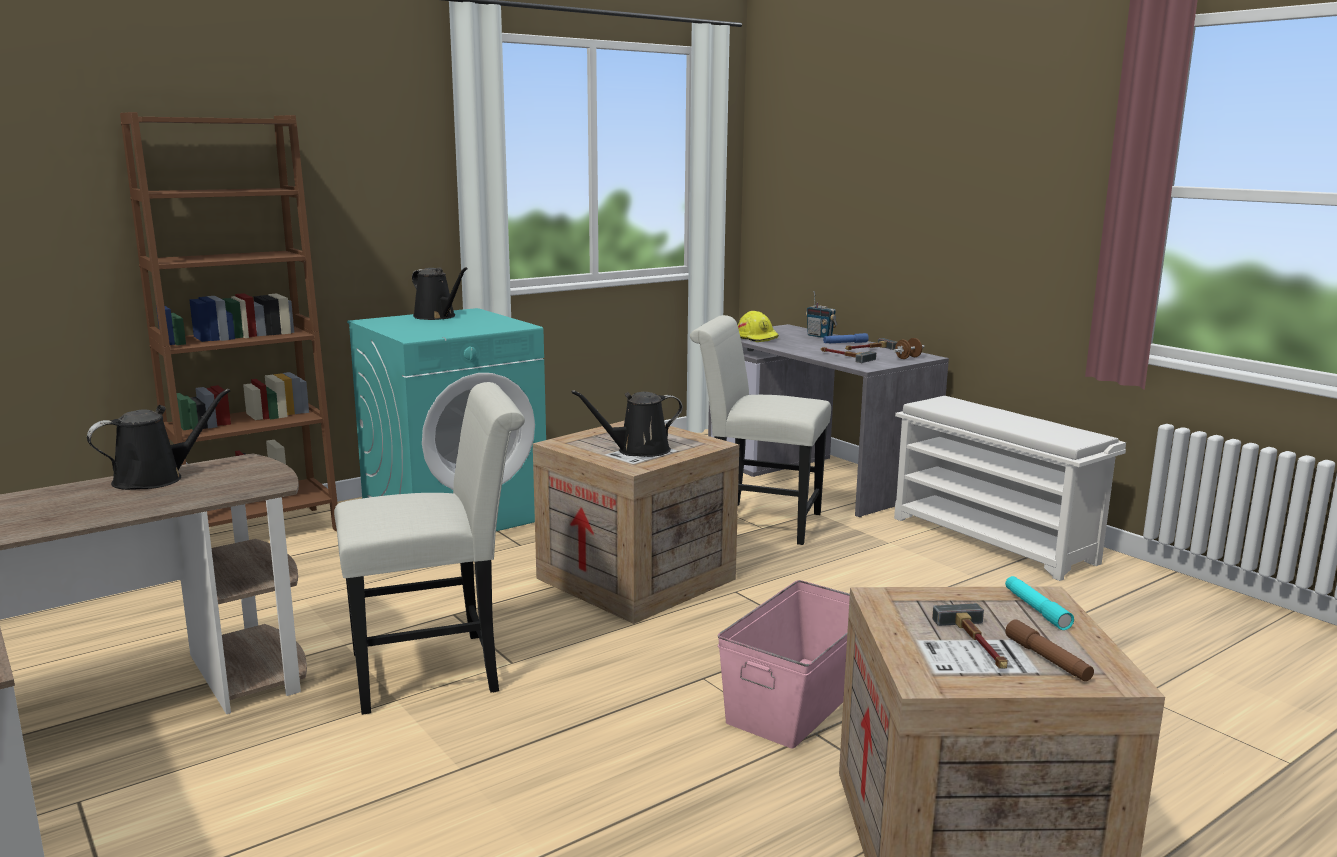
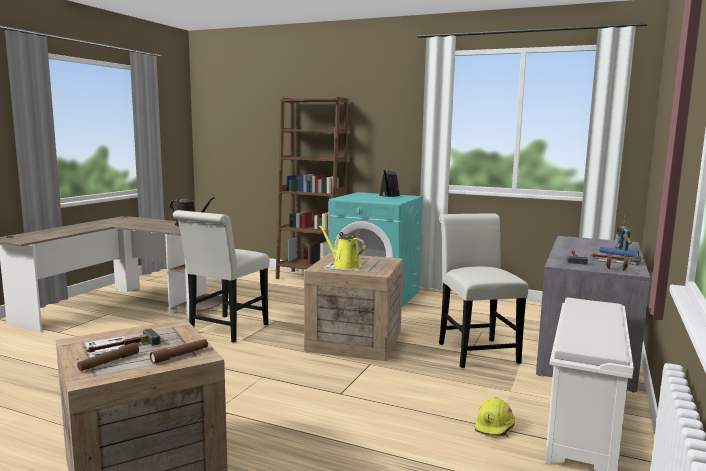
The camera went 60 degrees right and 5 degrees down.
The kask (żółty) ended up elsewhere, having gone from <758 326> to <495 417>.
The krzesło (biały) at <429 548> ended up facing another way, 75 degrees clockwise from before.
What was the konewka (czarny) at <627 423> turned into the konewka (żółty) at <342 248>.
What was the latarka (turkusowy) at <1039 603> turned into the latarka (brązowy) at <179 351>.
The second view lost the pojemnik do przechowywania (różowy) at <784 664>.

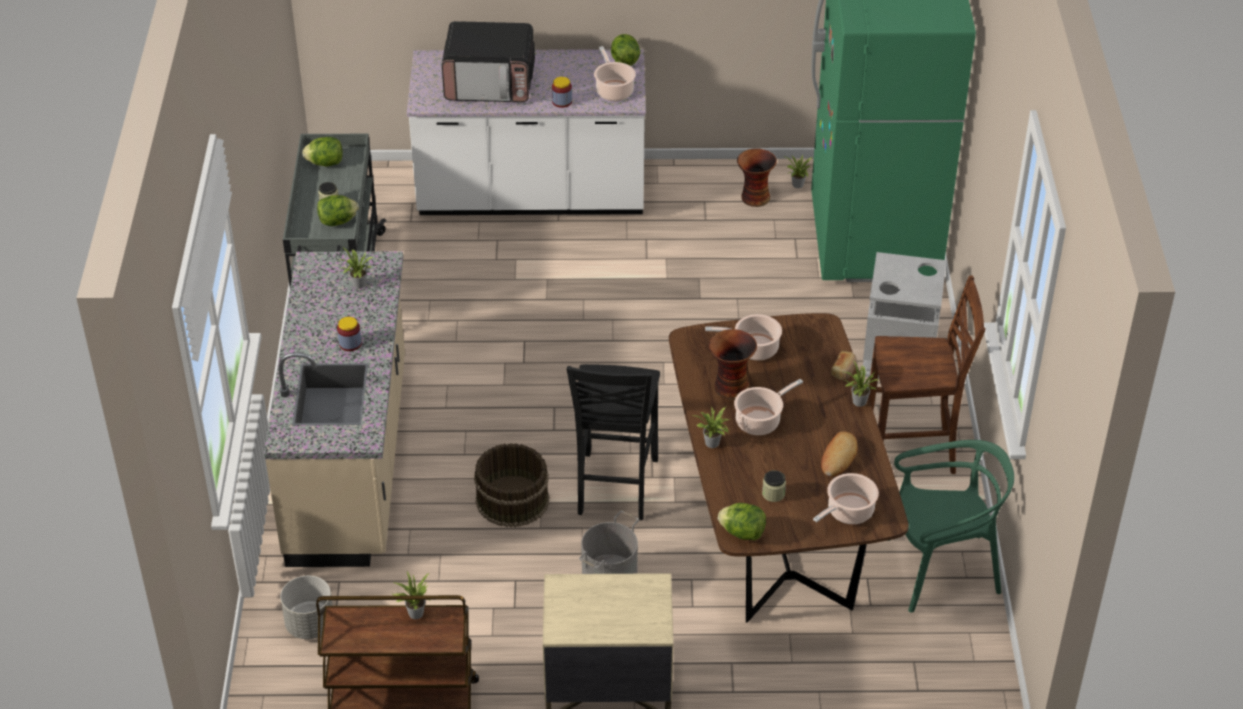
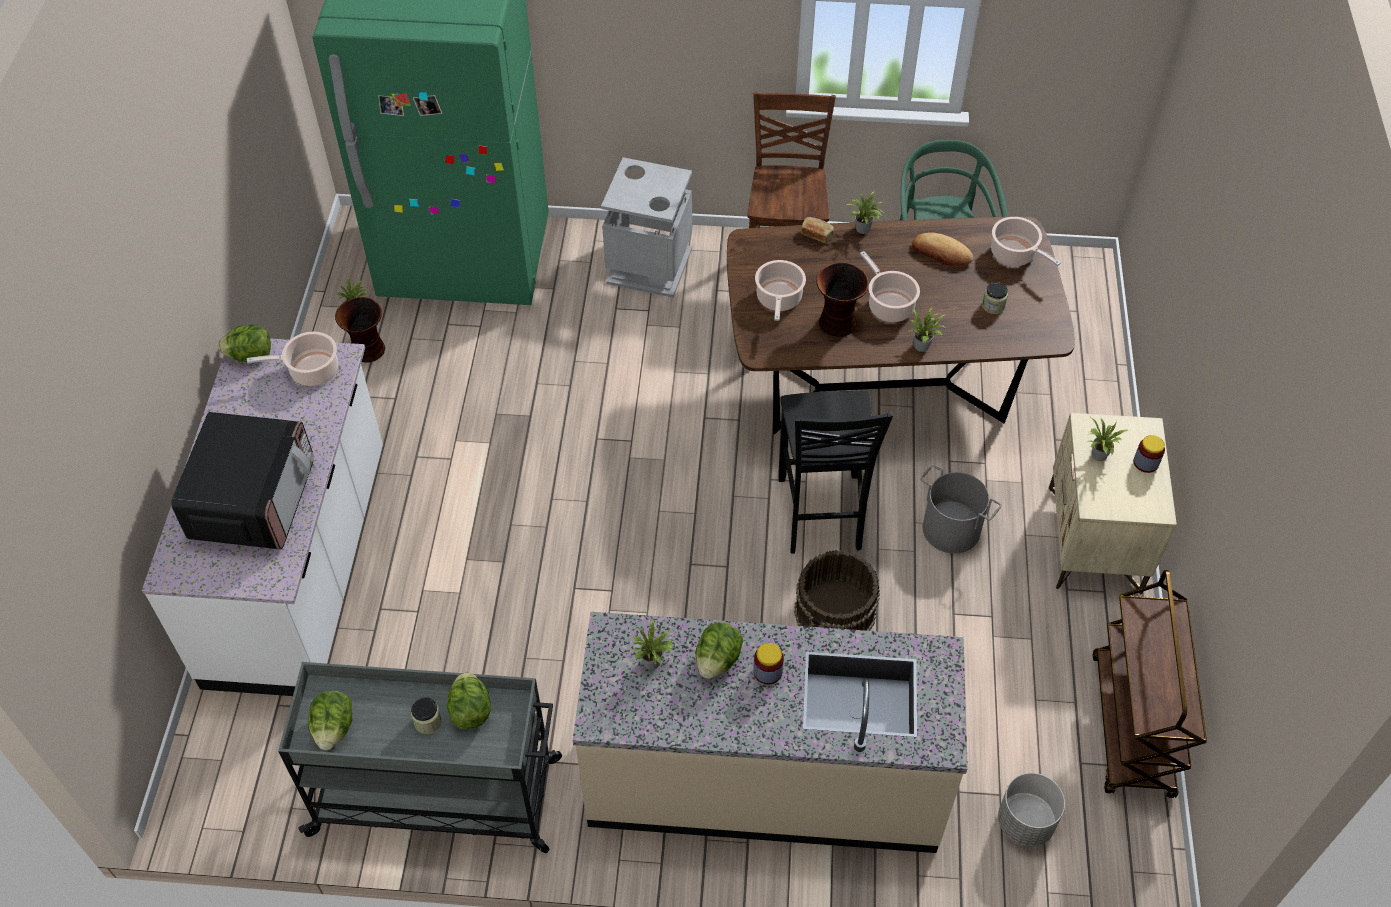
The camera went 85 degrees left and 10 degrees up.
The słoik ended up elsewhere, having gone from <562 92> to <1149 454>.
The krzesło (czarny) at <613 442> ended up facing another way, 75 degrees clockwise from before.
The sałata ended up elsewhere, having gone from <742 521> to <720 650>.
The roślina doniczkowa ended up elsewhere, having gone from <410 595> to <1107 438>.

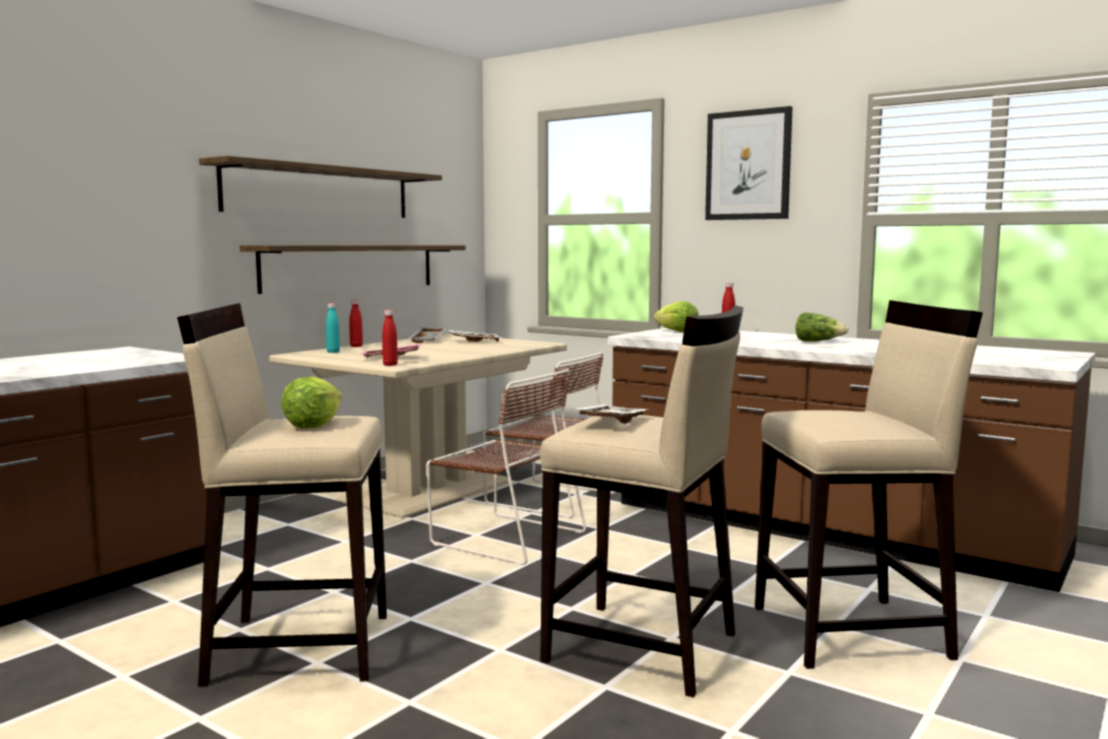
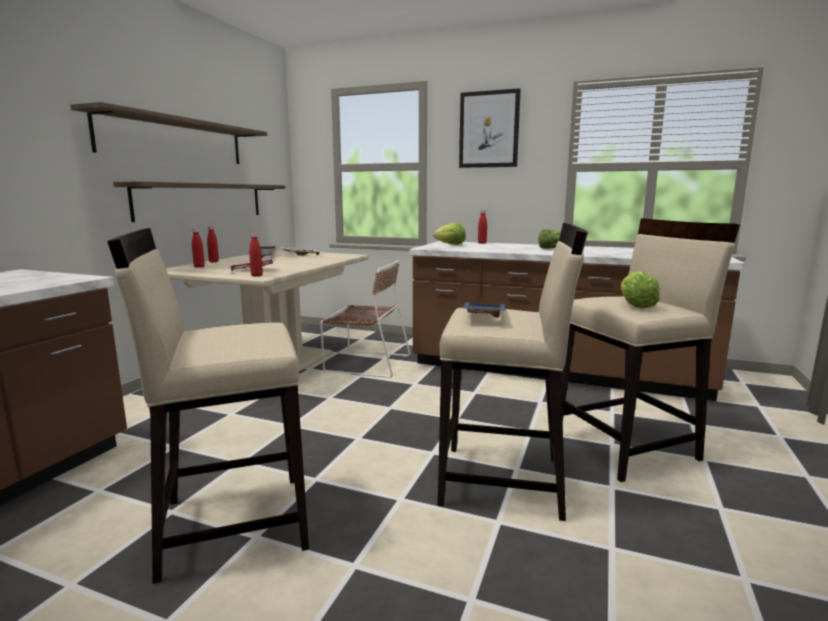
The camera went 15 degrees left and 5 degrees up.
What was the butelka (turkusowy) at <333 328> turned into the butelka (czerwony) at <198 248>.
The second view lost the krzesło (brązowy) at <506 467>.
The sałata ended up elsewhere, having gone from <311 402> to <640 289>.
What was the taca (biały) at <610 414> turned into the taca (niebieski) at <484 310>.

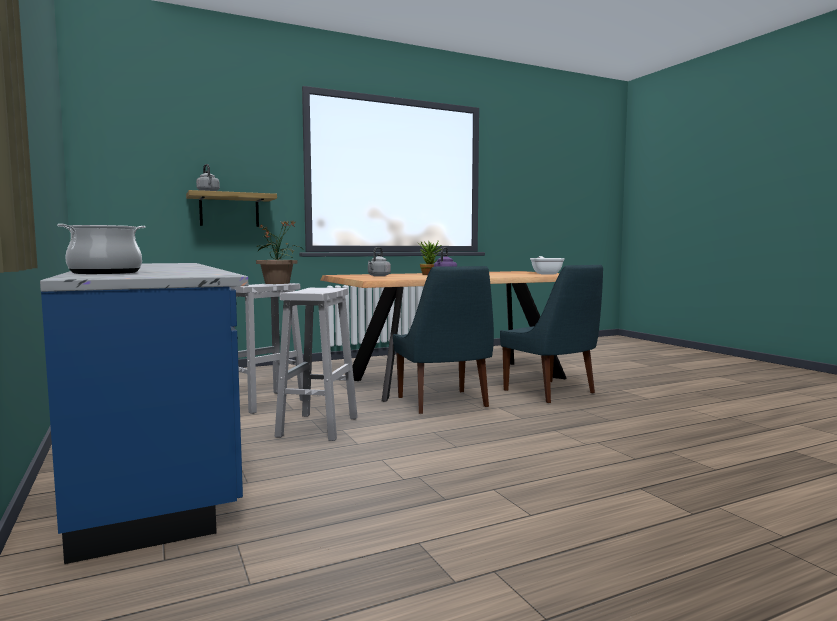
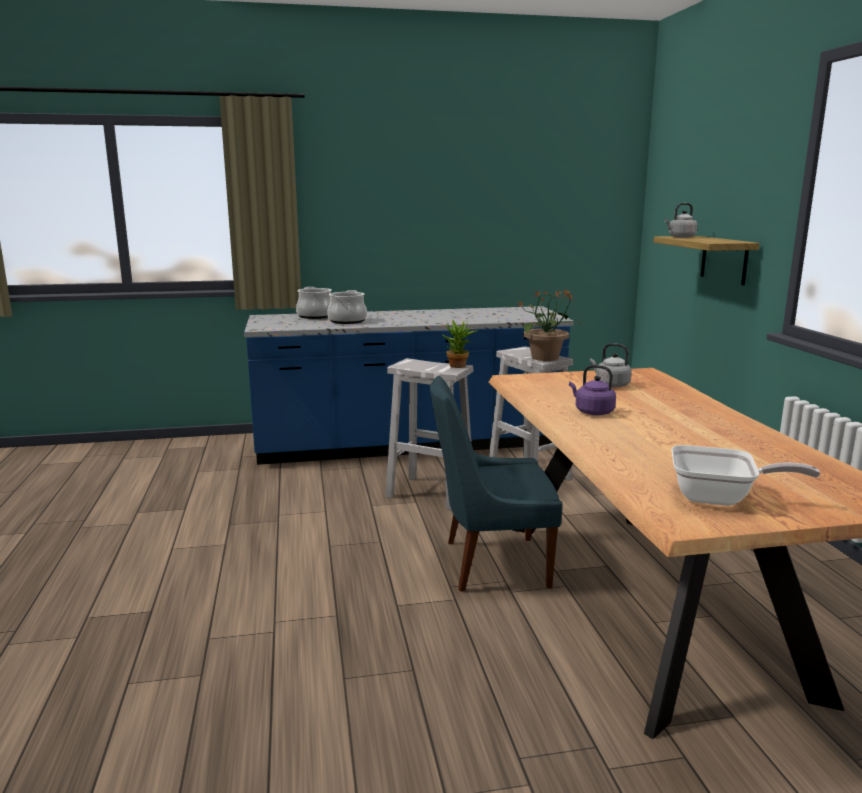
The camera went 105 degrees right and 10 degrees up.
The roślina doniczkowa ended up elsewhere, having gone from <430 258> to <460 343>.
The second view lost the krzesło (niebieski) at <551 334>.
The second view gained the garnek at <347 307>.

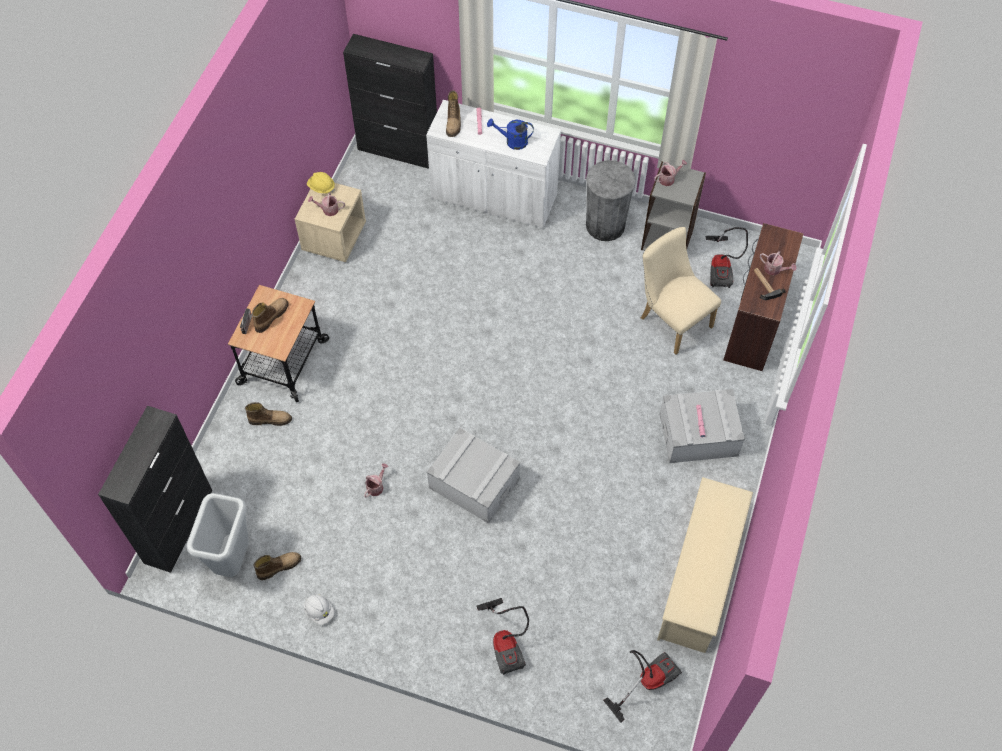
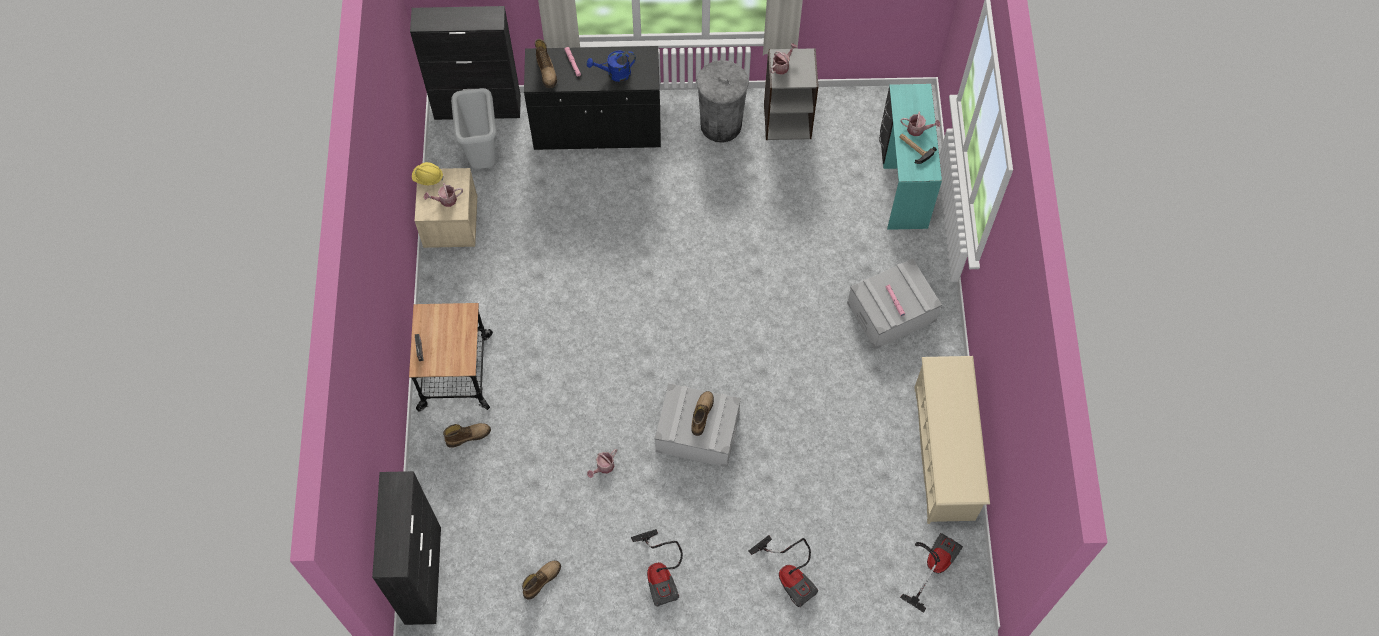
The camera went 20 degrees left and 5 degrees up.
What was the szafka (biały) at <493 164> turned into the szafka (czarny) at <592 98>.
What was the biurko (brązowy) at <763 297> turned into the biurko (turkusowy) at <910 157>.
The second view lost the krzesło (beżowy) at <681 291>.
The odkurzacz ended up elsewhere, having gone from <726 257> to <657 568>.
The but z cholewką ended up elsewhere, having gone from <270 315> to <702 413>.
The konewka at <376 481> ended up facing another way, 150 degrees counterclockwise from before.
The kosz na śmieci (szary) ended up elsewhere, having gone from <218 535> to <473 128>.
The second view lost the kask (biały) at <319 609>.

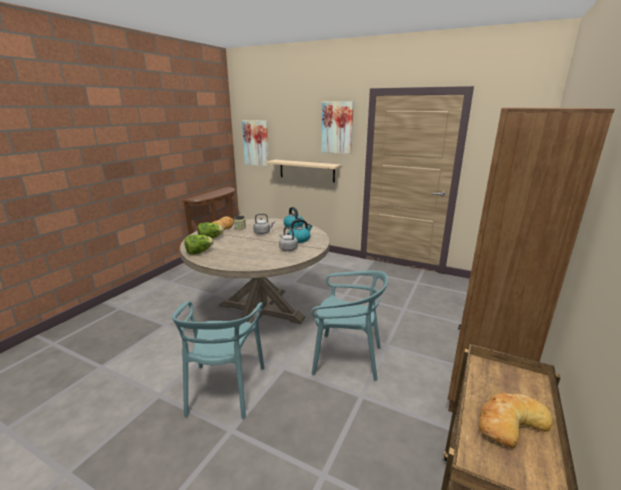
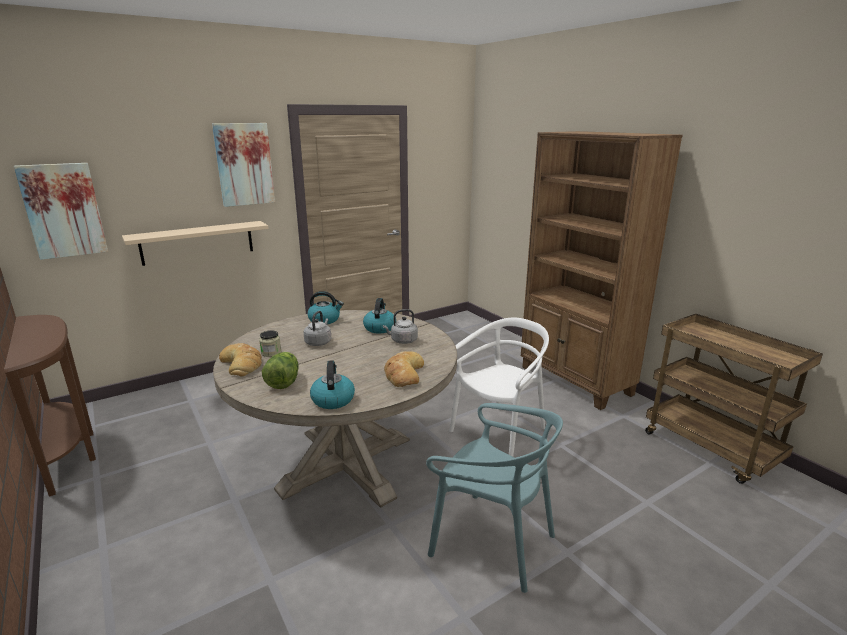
The camera went 60 degrees left and 0 degrees up.
Where the sałata stood at <199 245>, the czajnik came to stand at <332 384>.
What was the krzesło (turkusowy) at <349 326> turned into the krzesło (biały) at <499 387>.
The chleb ended up elsewhere, having gone from <516 420> to <404 369>.

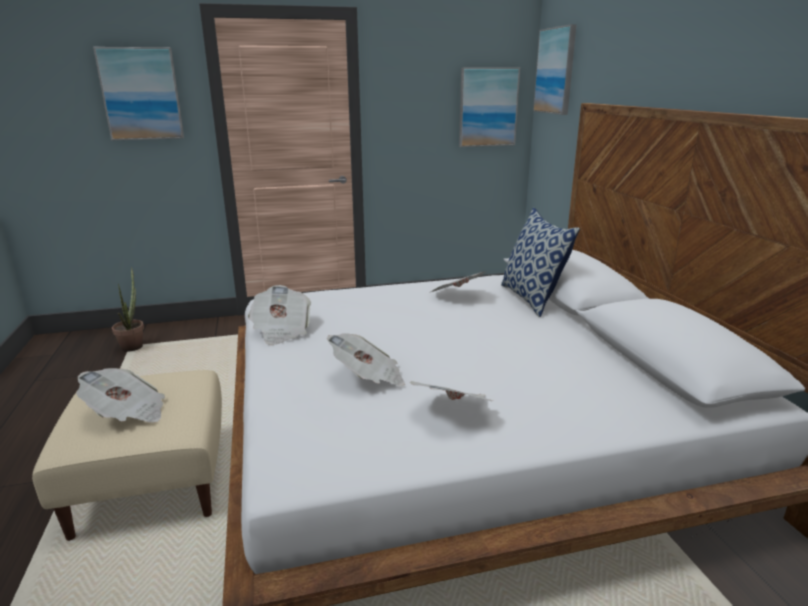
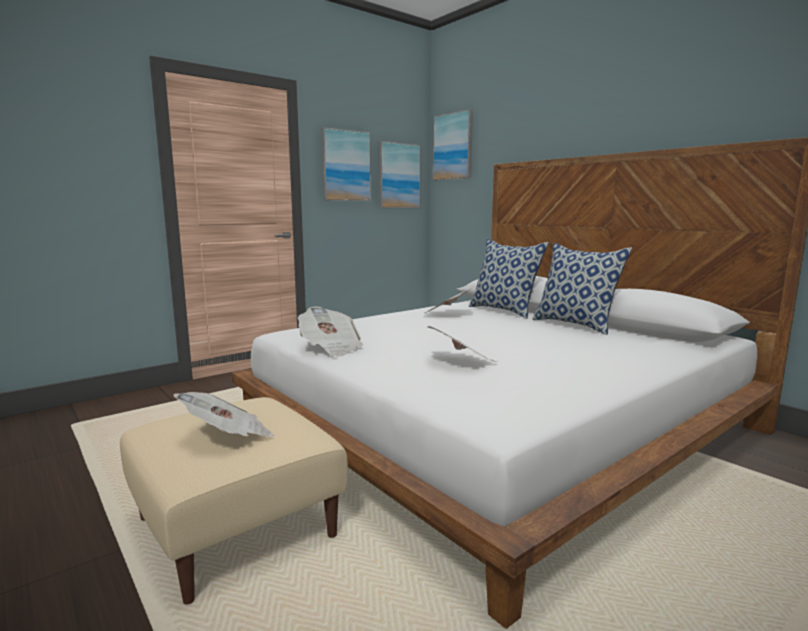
The camera went 25 degrees left and 10 degrees down.
The obraz ended up elsewhere, having gone from <138 93> to <346 164>.
The second view lost the roślina doniczkowa at <128 309>.
The second view lost the gazeta at <451 391>.
The second view gained the poduszka at <582 289>.

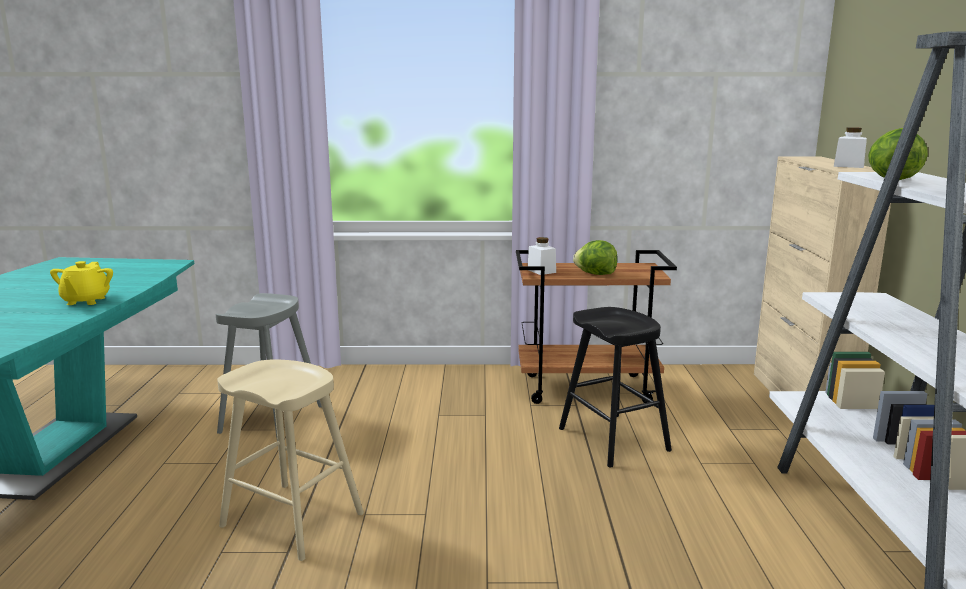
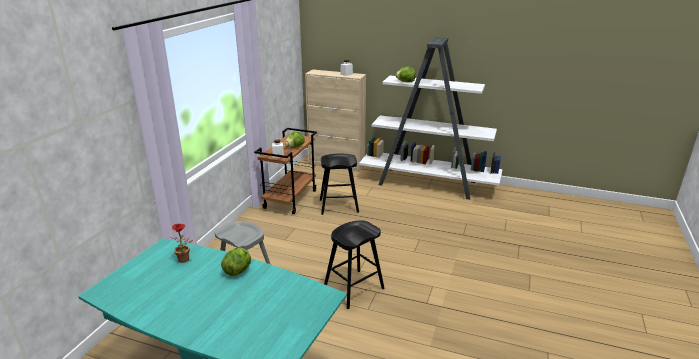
The camera went 70 degrees left and 10 degrees up.
Where the imbryk (żółty) stood at <81 283>, the sałata came to stand at <236 262>.
What was the stołek (beżowy) at <290 460> turned into the stołek (czarny) at <354 264>.
The second view gained the roślina doniczkowa at <181 243>.

